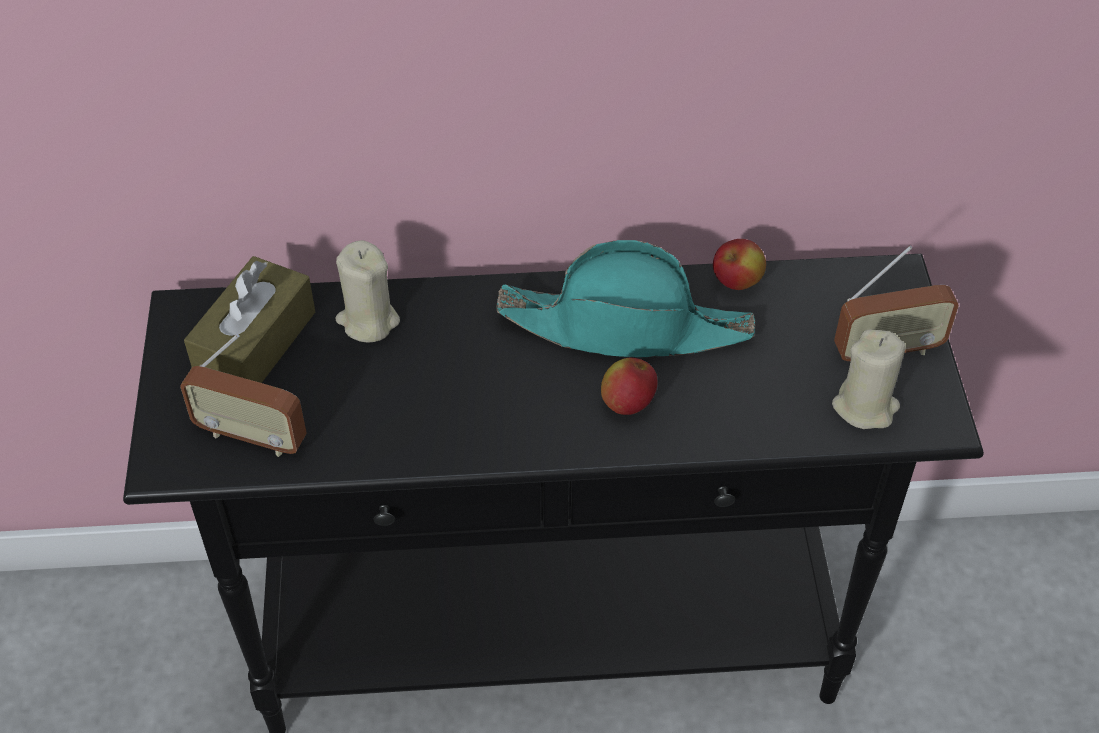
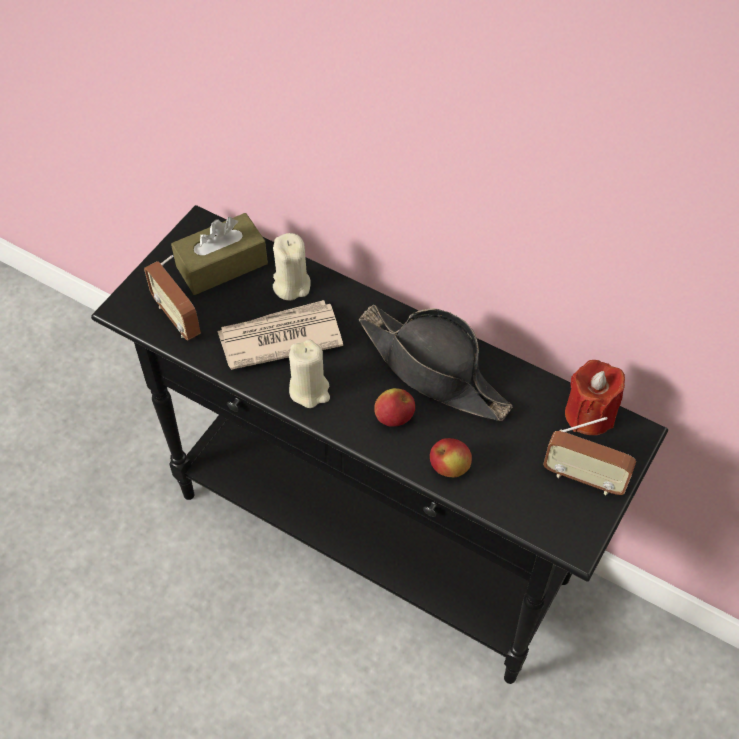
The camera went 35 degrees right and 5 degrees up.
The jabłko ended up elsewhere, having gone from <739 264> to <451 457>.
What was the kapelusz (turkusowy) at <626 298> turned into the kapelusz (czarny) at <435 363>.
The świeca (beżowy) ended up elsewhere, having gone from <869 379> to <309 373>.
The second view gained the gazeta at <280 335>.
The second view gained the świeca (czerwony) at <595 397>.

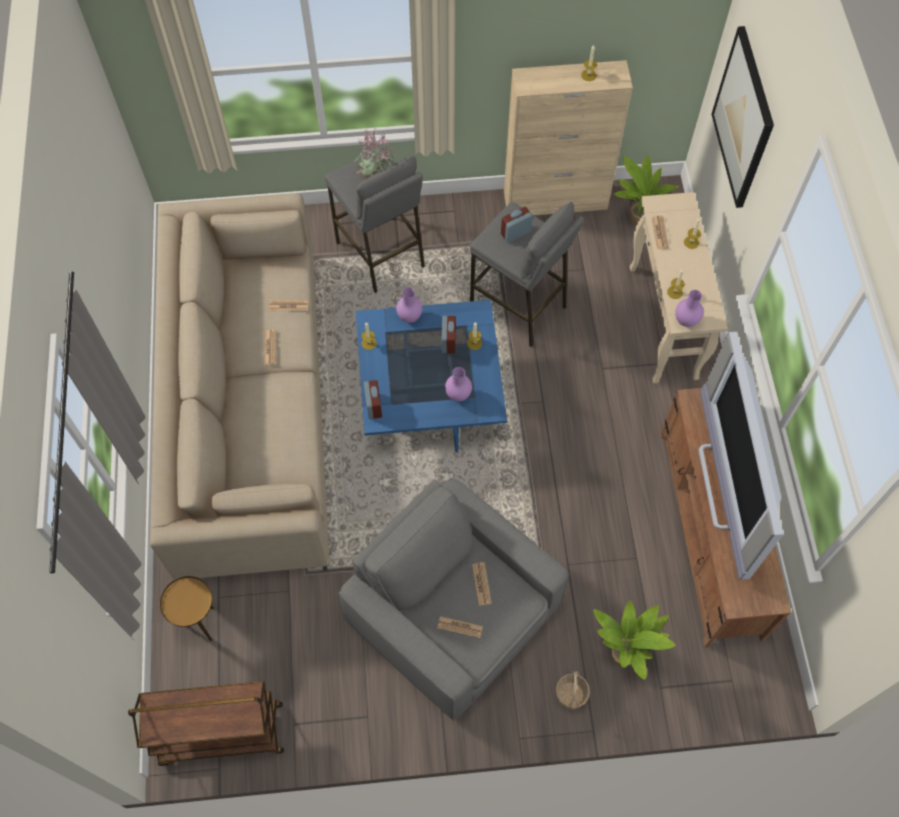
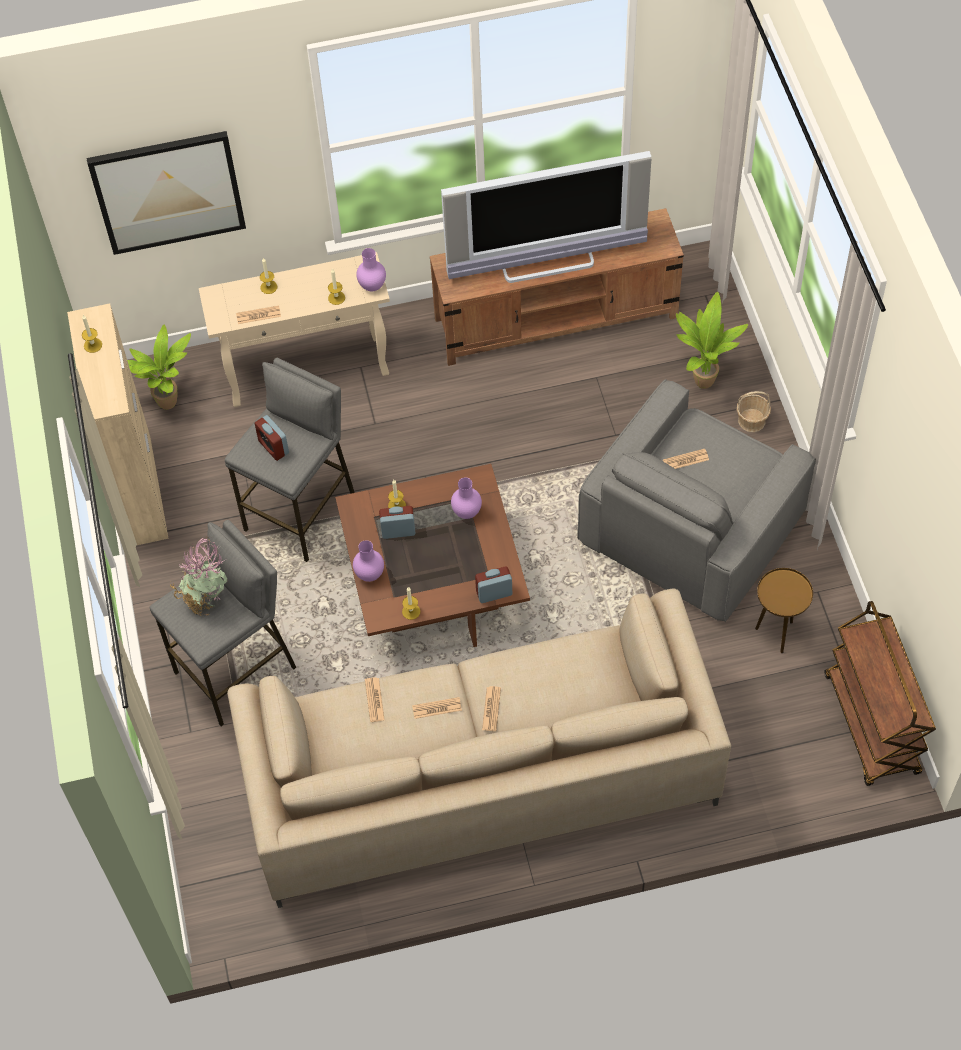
The camera went 95 degrees left and 5 degrees down.
What was the ława (niebieski) at <431 376> turned into the ława (brązowy) at <432 555>.
The stolik (brązowy) ended up elsewhere, having gone from <186 608> to <784 610>.
The gazeta ended up elsewhere, having gone from <460 627> to <491 708>.

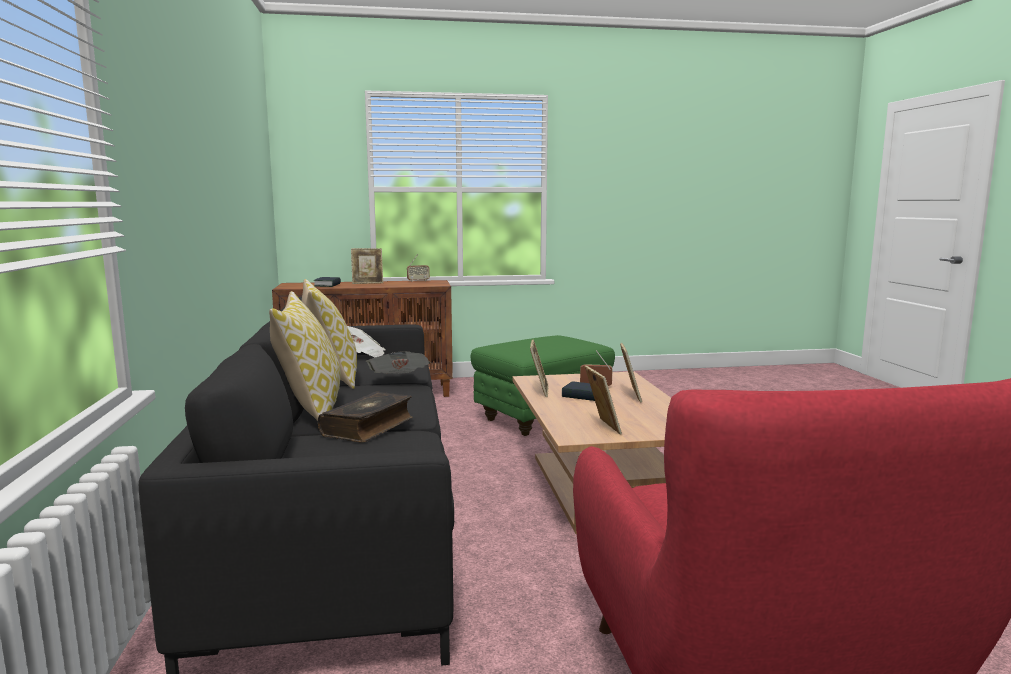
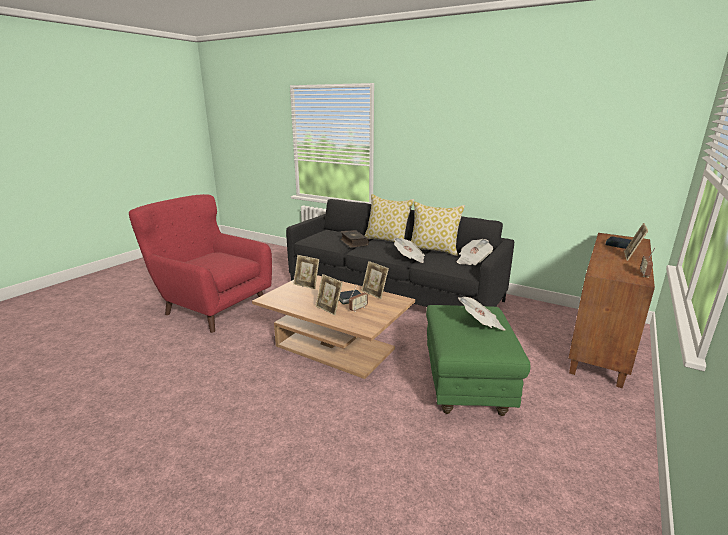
The camera went 130 degrees right and 10 degrees up.
The second view gained the gazeta at <481 314>.

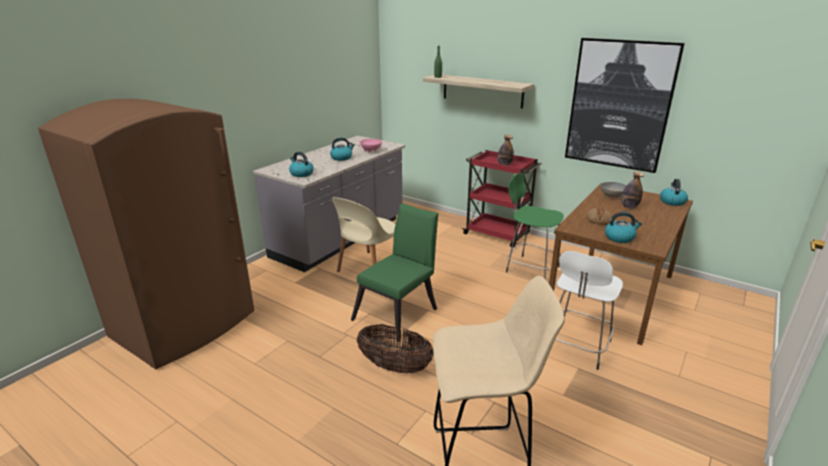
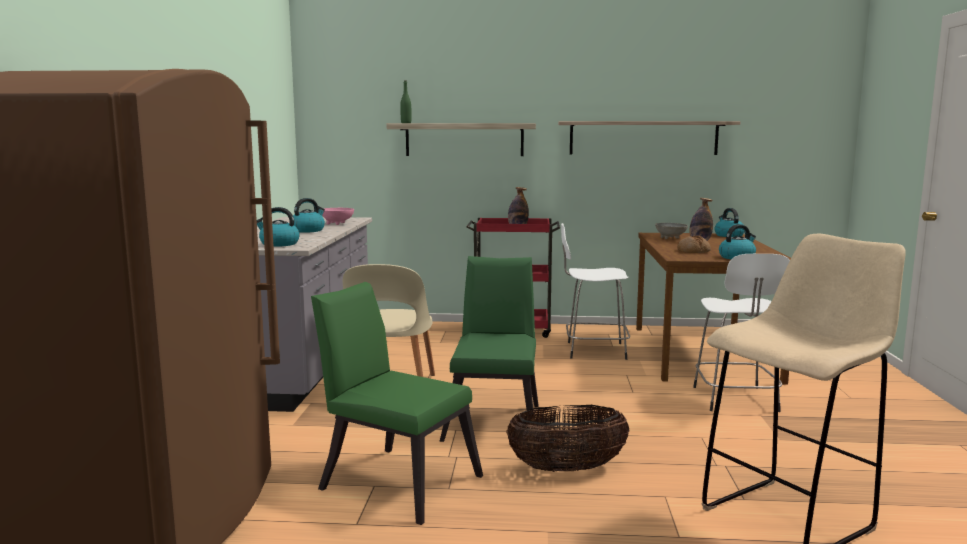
The camera went 30 degrees left and 15 degrees down.
Where the obraz hung at <625 105>, the półka came to hang at <649 138>.
What was the stołek (zielony) at <535 226> turned into the stołek (biały) at <595 291>.
The second view gained the krzesło (zielony) at <397 403>.

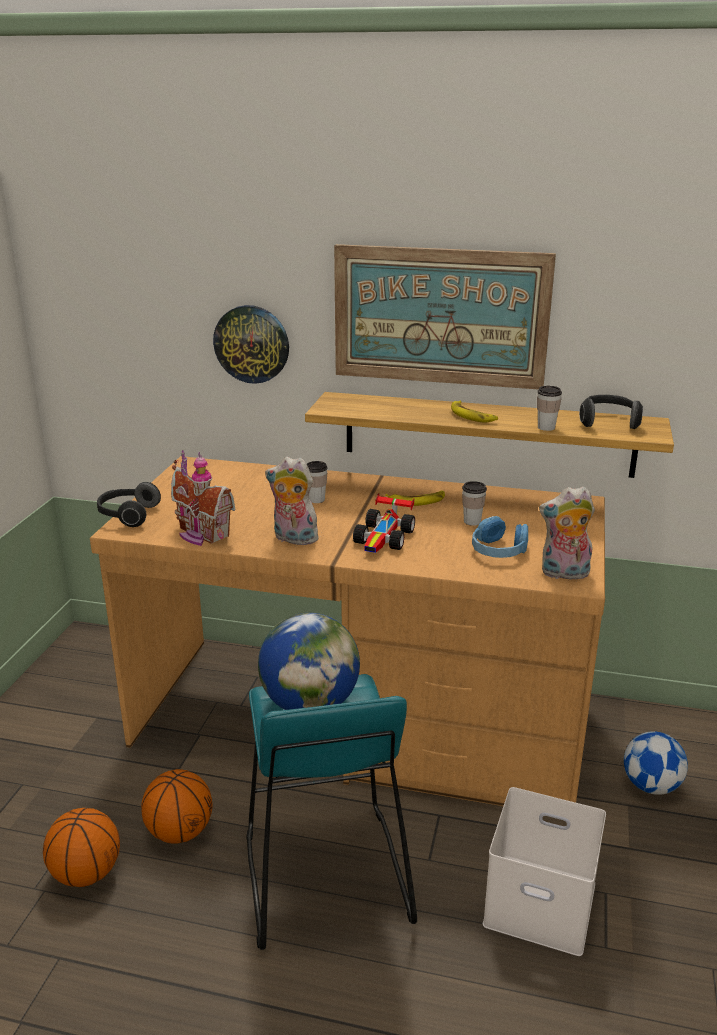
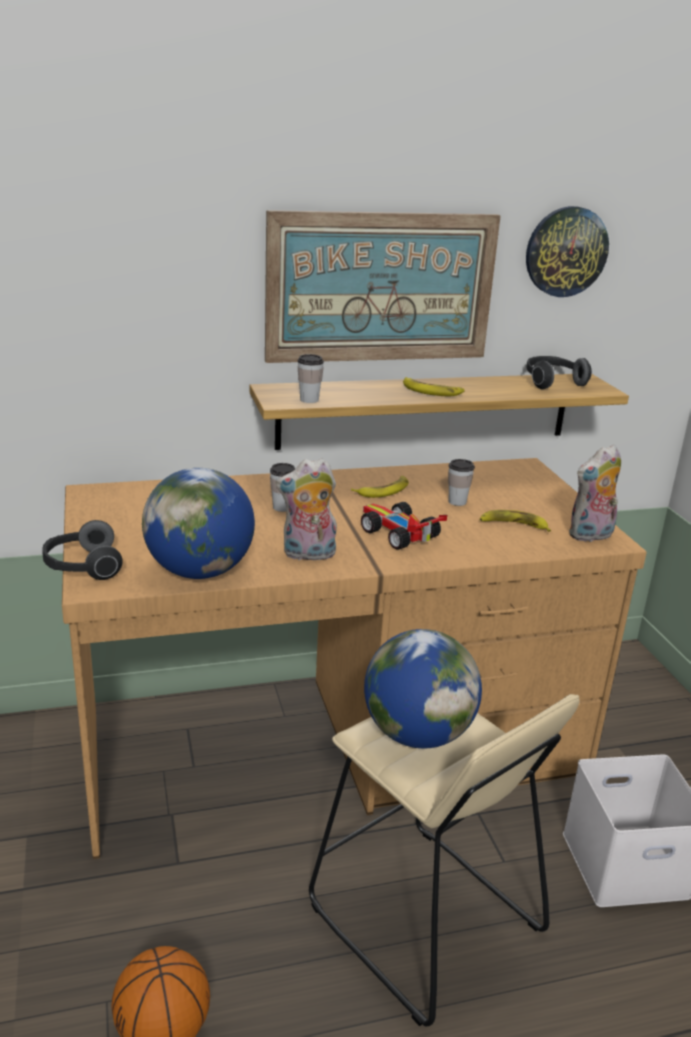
The camera went 30 degrees left and 0 degrees up.
The zegar ścienny ended up elsewhere, having gone from <251 344> to <567 251>.
The filiżanka ended up elsewhere, having gone from <549 408> to <311 378>.
Where the domek stood at <203 498>, the globus came to stand at <198 523>.
The samochodzik at <384 523> ended up facing another way, 150 degrees clockwise from before.
Where the słuchawki (niebieski) stood at <500 537>, the banan came to stand at <515 521>.
What was the stołek (turkusowy) at <331 812> turned into the stołek (beżowy) at <444 860>.
The second view lost the piłka futbolowa at <656 763>.
The second view lost the piłka do koszykówki at <177 806>.

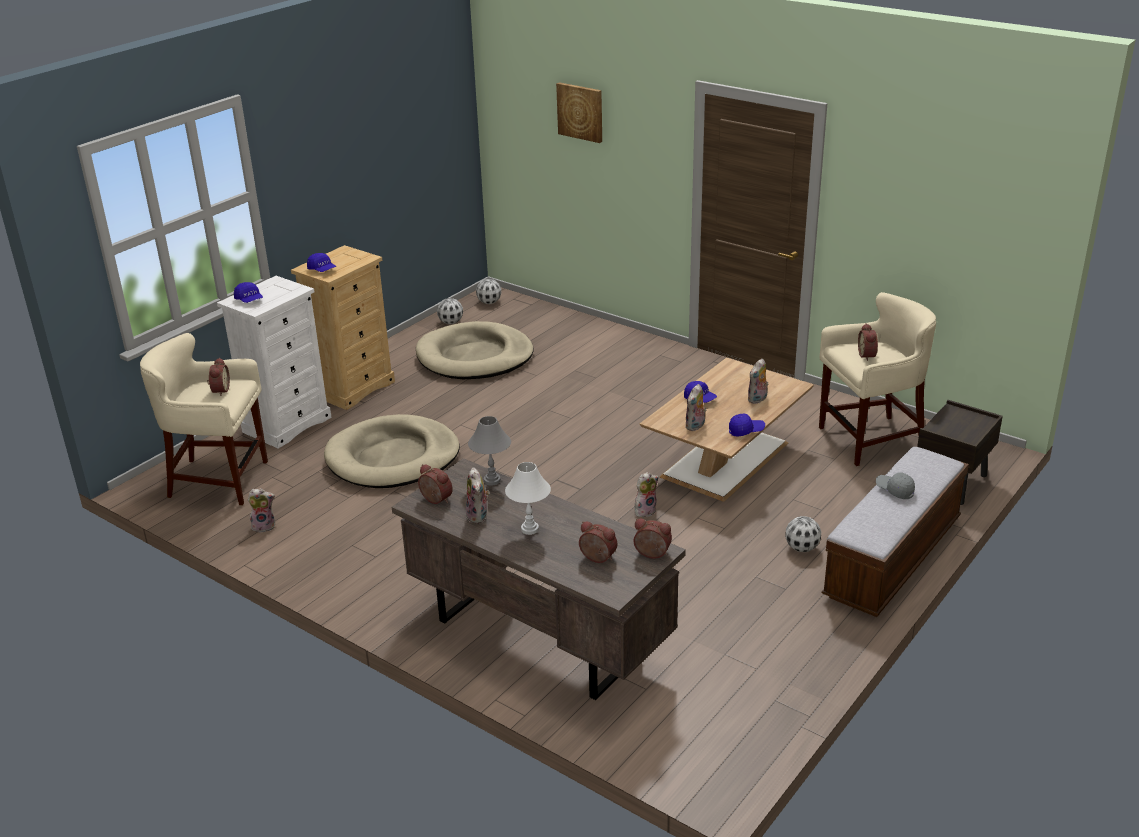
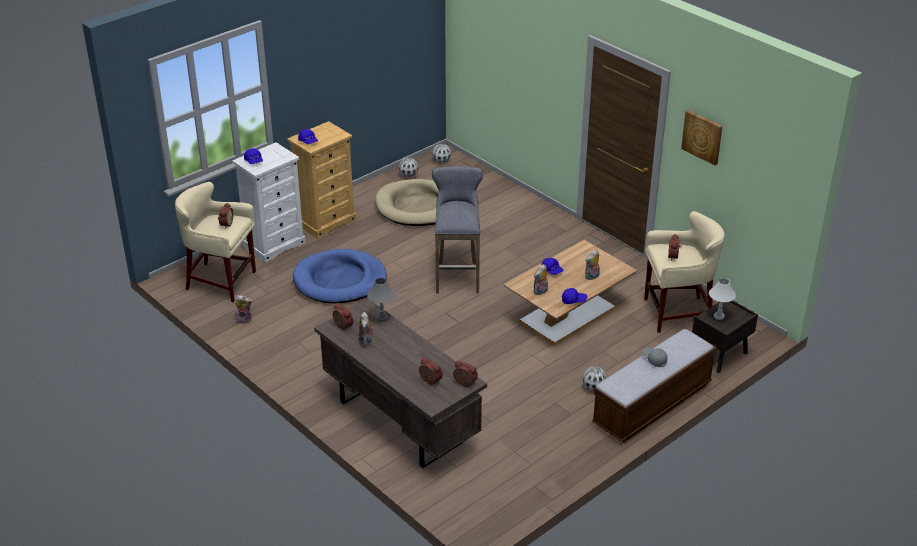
The camera went 10 degrees right and 5 degrees up.
The obraz ended up elsewhere, having gone from <579 112> to <702 137>.
What was the legowisko (beżowy) at <392 451> turned into the legowisko (niebieski) at <340 276>.
The lampa stołowa (biały) ended up elsewhere, having gone from <528 498> to <722 299>.
The second view lost the pluszak at <647 494>.
The second view gained the stołek (szary) at <457 230>.

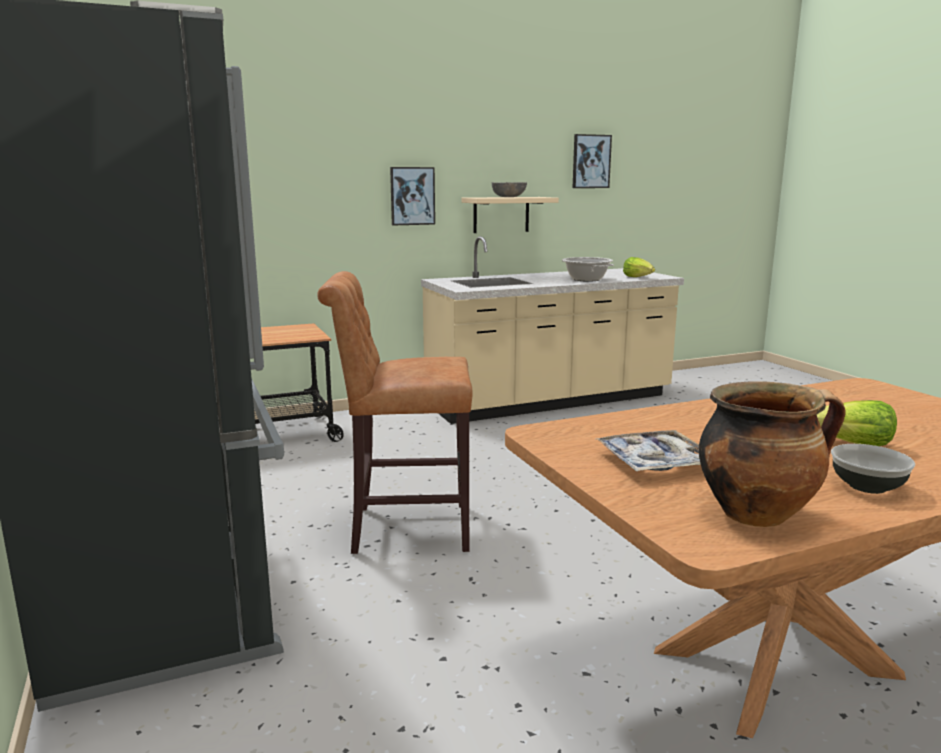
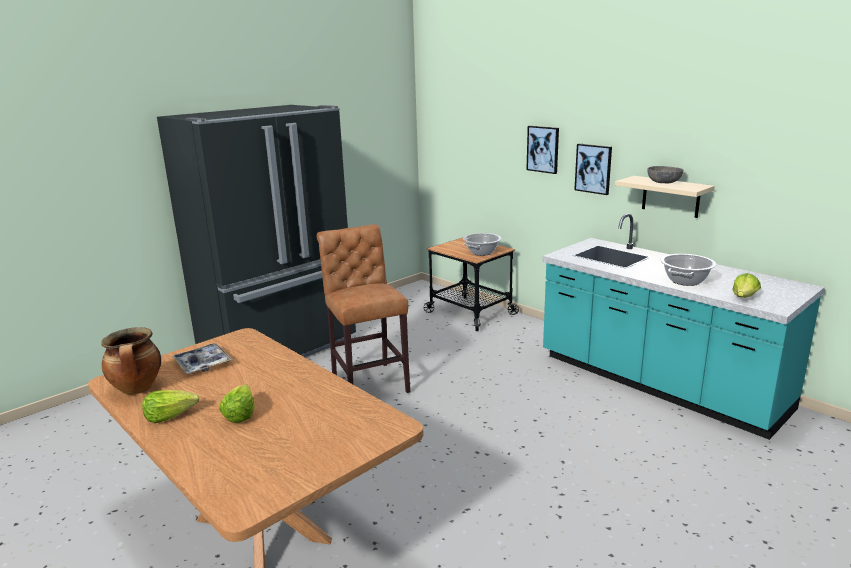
The camera went 70 degrees right and 5 degrees up.
The obraz ended up elsewhere, having gone from <592 161> to <542 150>.
What was the zabudowa kuchenna (beżowy) at <552 330> turned into the zabudowa kuchenna (turkusowy) at <683 327>.
Where the miska stood at <873 469>, the sałata came to stand at <170 406>.
The second view gained the garnek at <482 244>.

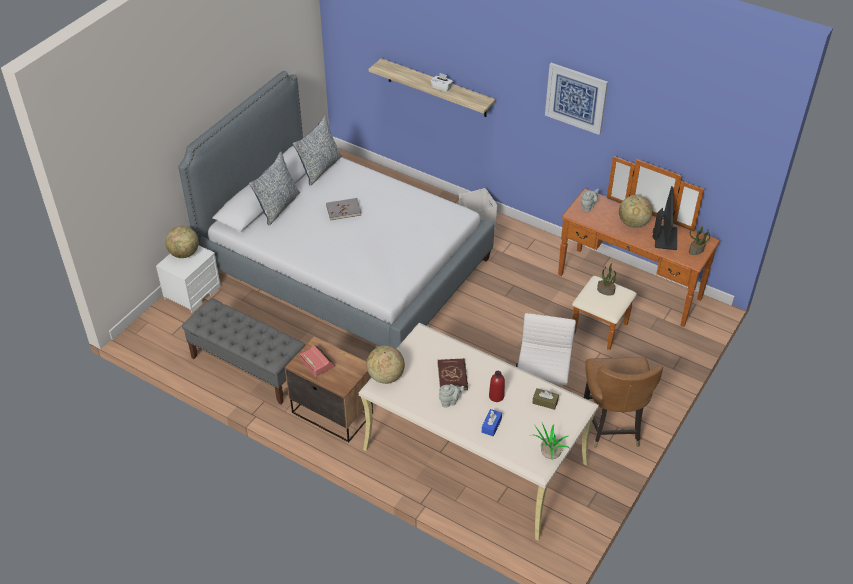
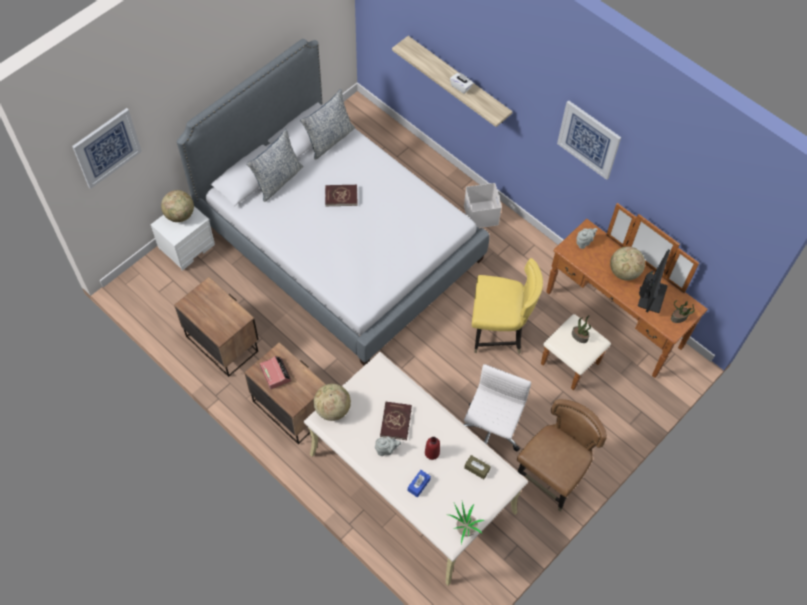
The camera went 10 degrees right and 15 degrees up.
What was the książka (szary) at <343 209> turned into the książka (czerwony) at <341 195>.
Where the ławka (szary) stood at <243 351>, the szafka nocna came to stand at <216 327>.
The krzesło (brązowy) at <623 402> ended up facing another way, 150 degrees counterclockwise from before.
The second view gained the obraz at <107 148>.
The second view gained the krzesło (żółty) at <507 306>.

